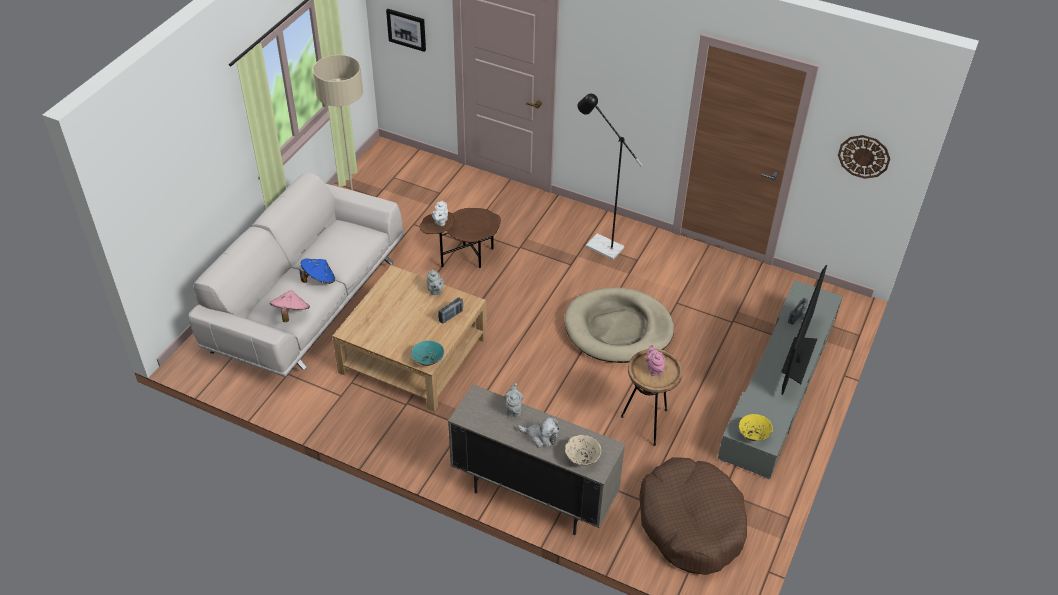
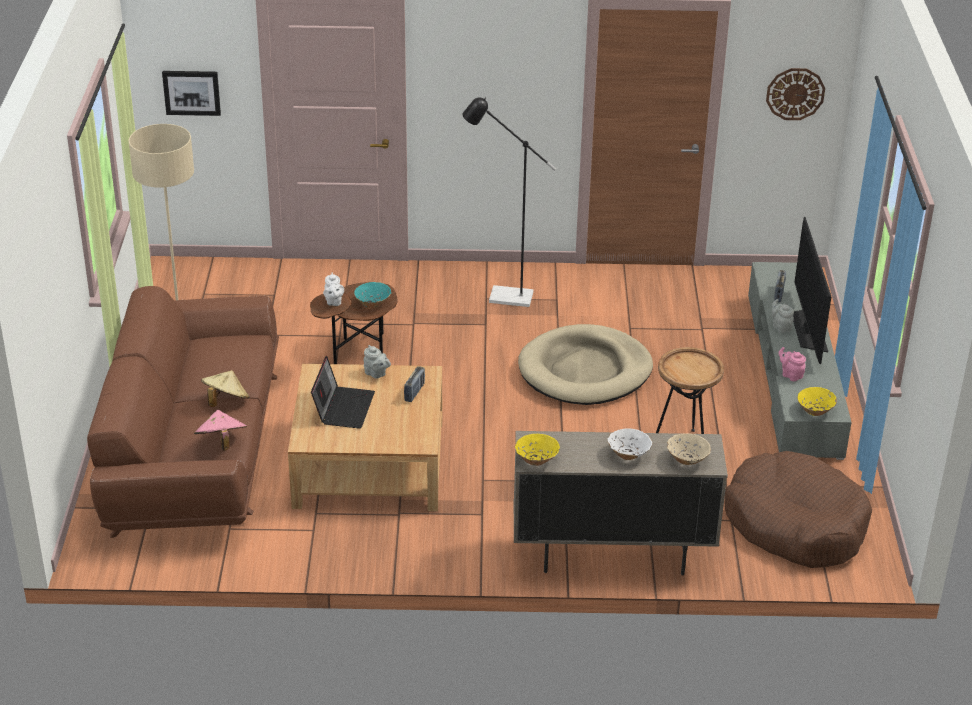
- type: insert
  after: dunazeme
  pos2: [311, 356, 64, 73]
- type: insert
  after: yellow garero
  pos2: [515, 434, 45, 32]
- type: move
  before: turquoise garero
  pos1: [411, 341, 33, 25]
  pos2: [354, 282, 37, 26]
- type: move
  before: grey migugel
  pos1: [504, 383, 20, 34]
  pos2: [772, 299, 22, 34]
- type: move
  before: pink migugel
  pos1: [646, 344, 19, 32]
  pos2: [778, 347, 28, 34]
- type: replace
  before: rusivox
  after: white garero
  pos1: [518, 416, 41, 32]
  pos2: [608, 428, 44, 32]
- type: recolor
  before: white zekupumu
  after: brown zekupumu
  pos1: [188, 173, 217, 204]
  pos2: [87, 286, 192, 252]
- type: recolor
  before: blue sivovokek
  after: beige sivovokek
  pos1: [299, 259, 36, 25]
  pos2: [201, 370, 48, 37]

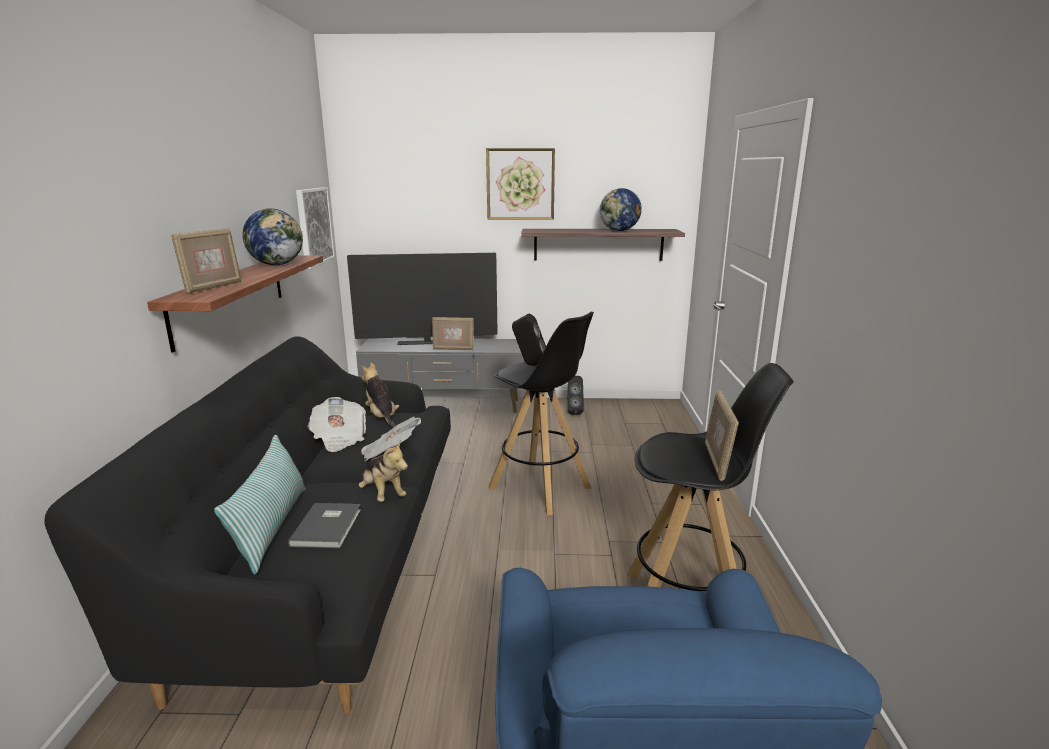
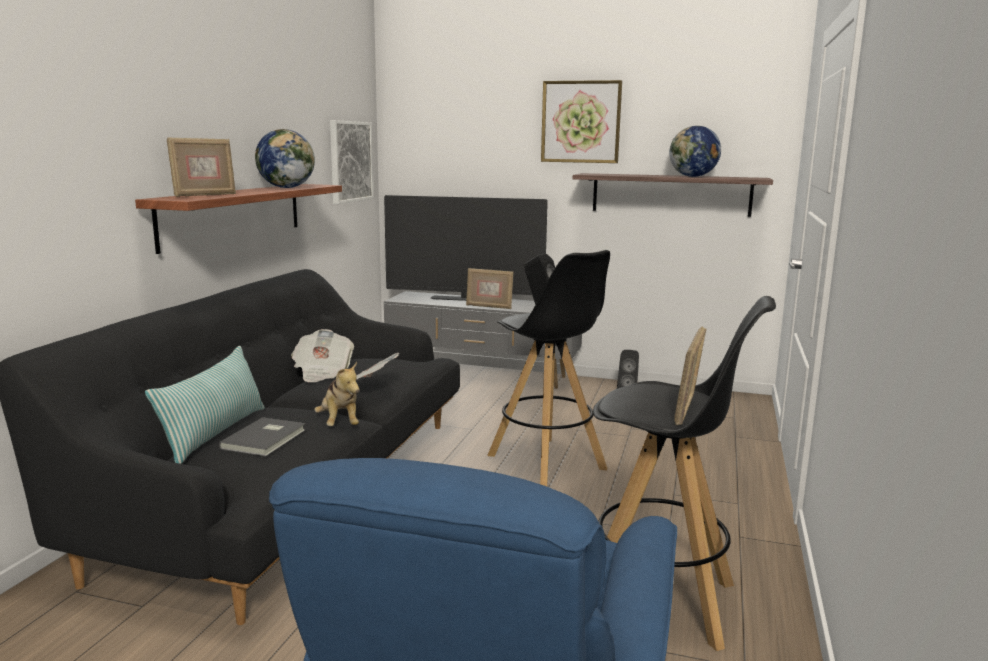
- type: delete
  before: rusivox
  pos1: [362, 363, 37, 65]

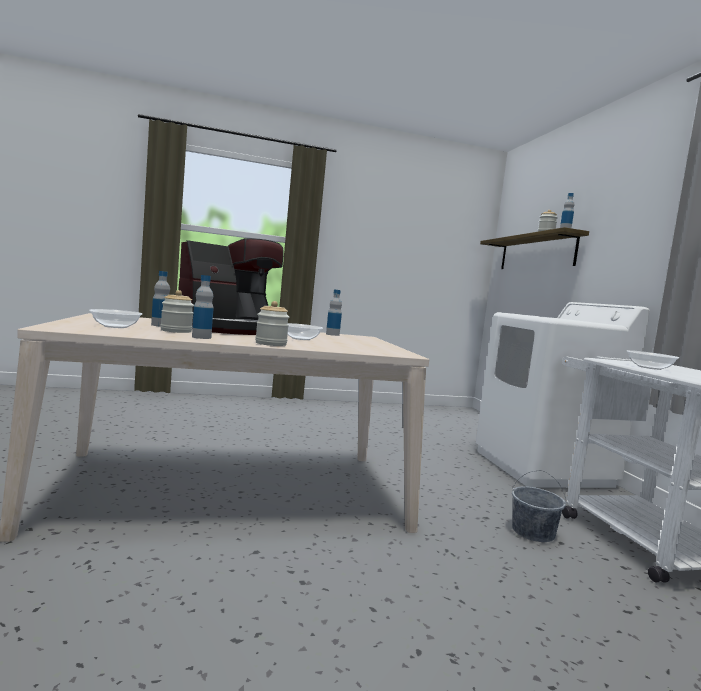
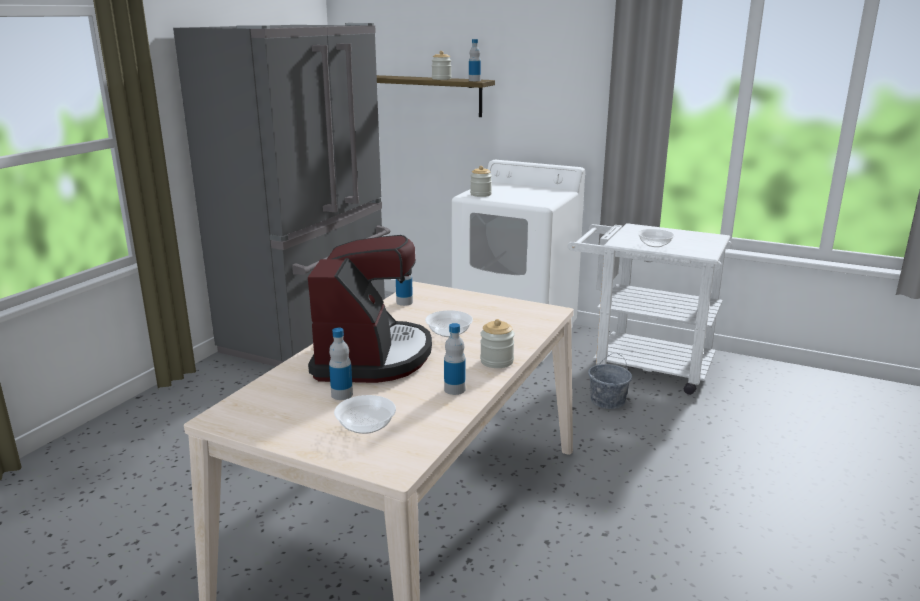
- type: insert
  after: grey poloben
  pos2: [173, 23, 217, 343]
- type: move
  before: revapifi
  pos1: [160, 290, 34, 43]
  pos2: [470, 166, 22, 31]

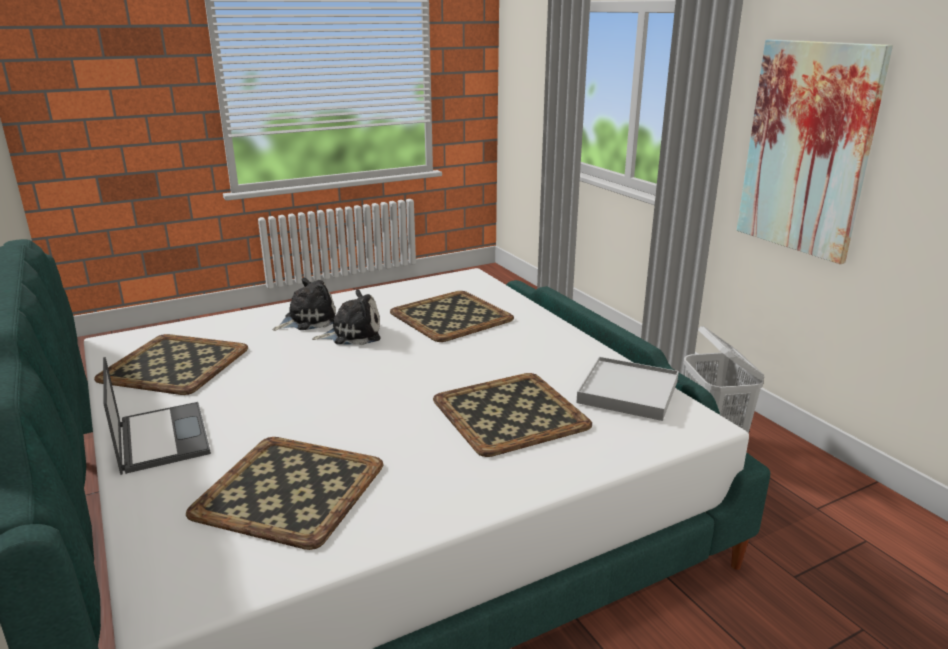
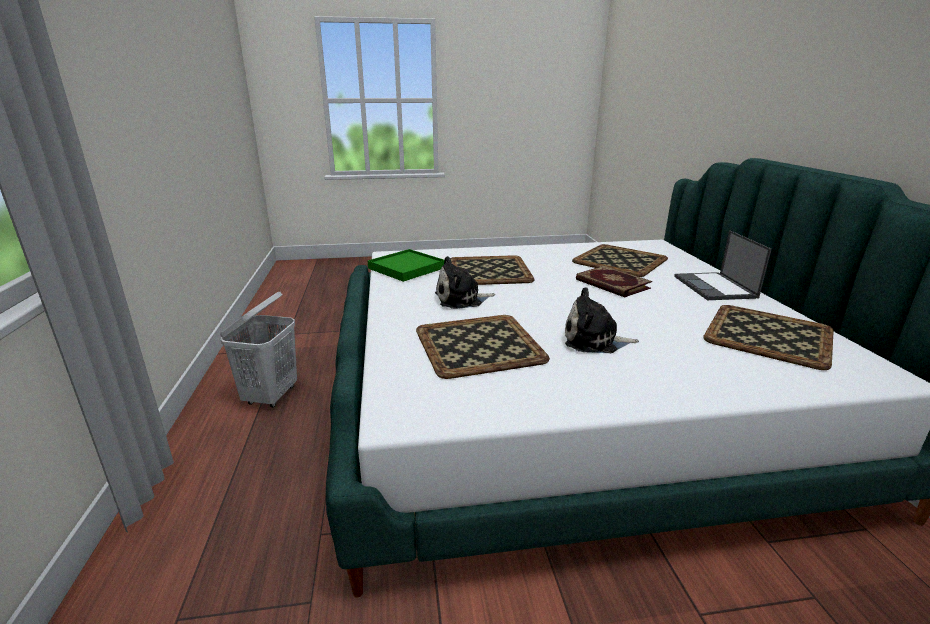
- type: delete
  before: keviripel
  pos1: [737, 39, 156, 225]
- type: insert
  after: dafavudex
  pos2: [576, 266, 76, 31]
- type: move
  before: rusivox
  pos1: [273, 278, 63, 53]
  pos2: [435, 256, 60, 53]
- type: recolor
  before: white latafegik
  after: green latafegik
  pos1: [576, 357, 103, 64]
  pos2: [368, 249, 76, 33]

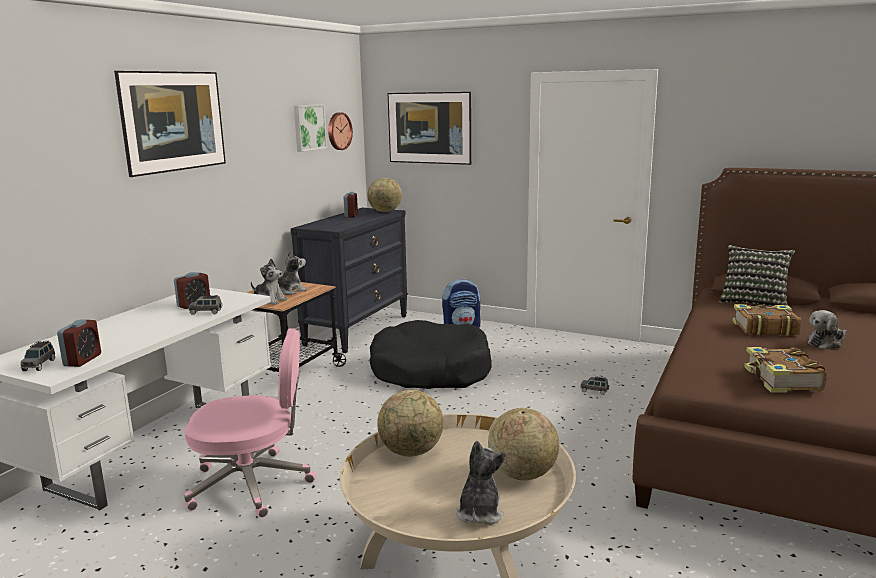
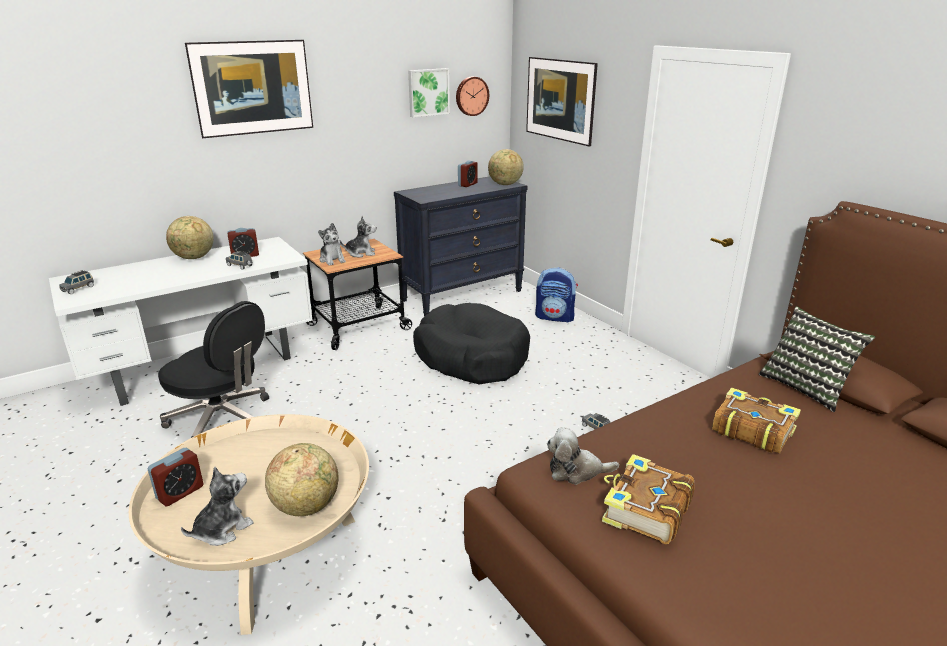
- type: move
  before: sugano
  pos1: [57, 320, 44, 47]
  pos2: [148, 448, 56, 58]
- type: move
  before: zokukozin
  pos1: [377, 390, 66, 67]
  pos2: [166, 216, 48, 43]
- type: move
  before: rusivox
  pos1: [808, 310, 39, 40]
  pos2: [547, 427, 72, 58]
- type: recolor
  before: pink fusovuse
  after: black fusovuse
  pos1: [184, 328, 132, 190]
  pos2: [158, 301, 111, 137]

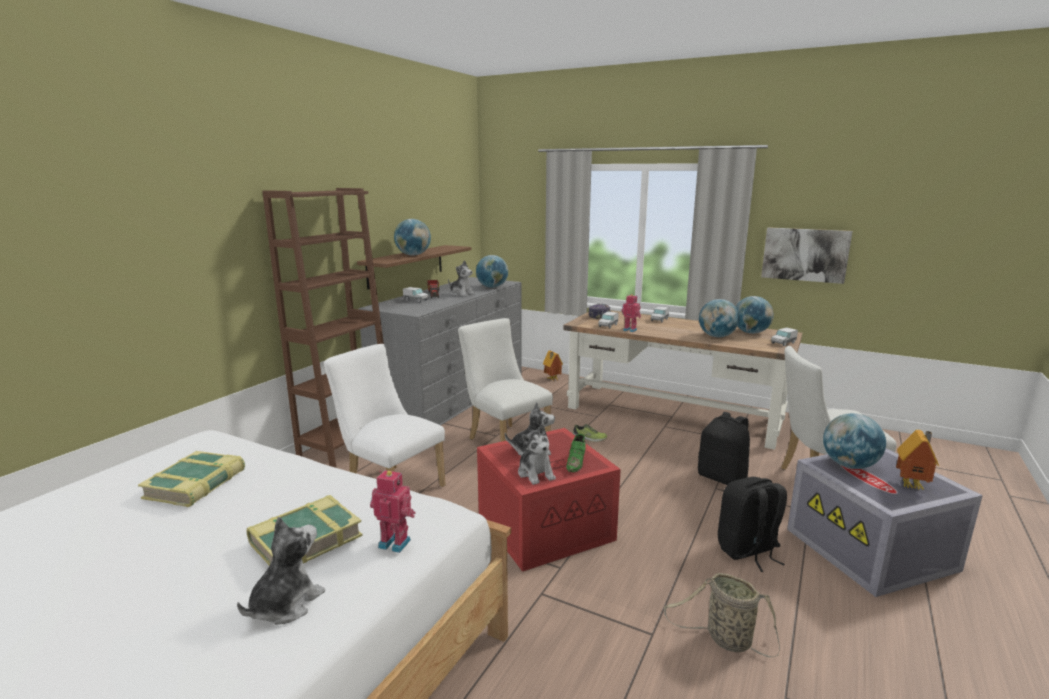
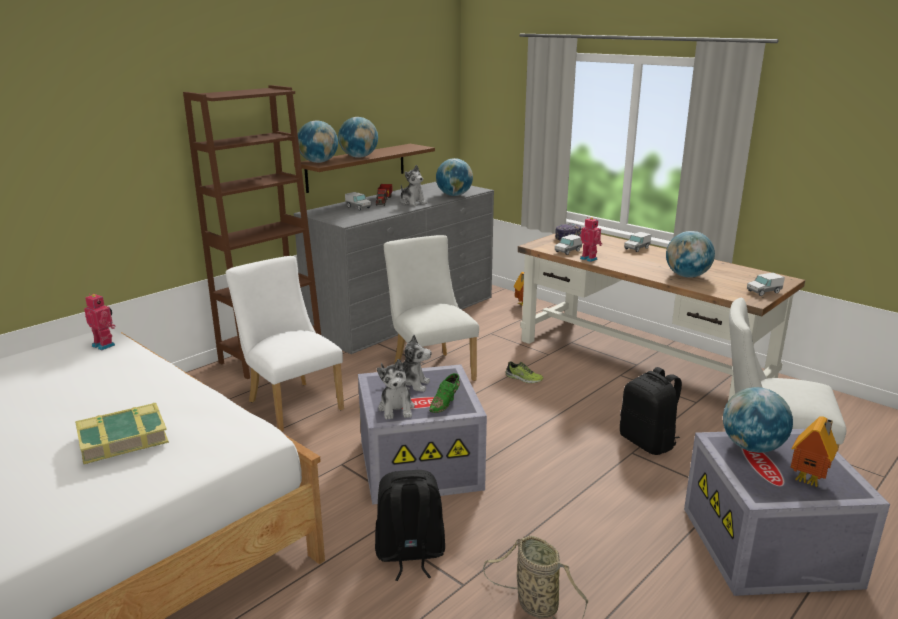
- type: delete
  before: dafavudex
  pos1: [138, 451, 107, 56]
- type: delete
  before: rusivox
  pos1: [237, 517, 88, 108]
- type: delete
  before: keviripel
  pos1: [761, 227, 92, 57]
- type: move
  before: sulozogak
  pos1: [370, 470, 46, 83]
  pos2: [84, 293, 32, 57]
- type: move
  before: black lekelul
  pos1: [718, 477, 69, 95]
  pos2: [375, 470, 70, 111]
- type: move
  before: zokukozin
  pos1: [736, 296, 38, 38]
  pos2: [298, 121, 40, 42]
- type: recolor
  before: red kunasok
  after: grey kunasok
  pos1: [477, 428, 144, 144]
  pos2: [358, 364, 129, 141]

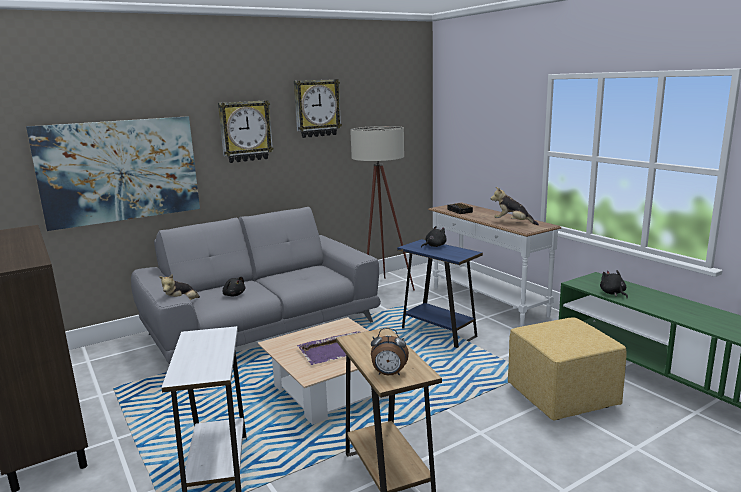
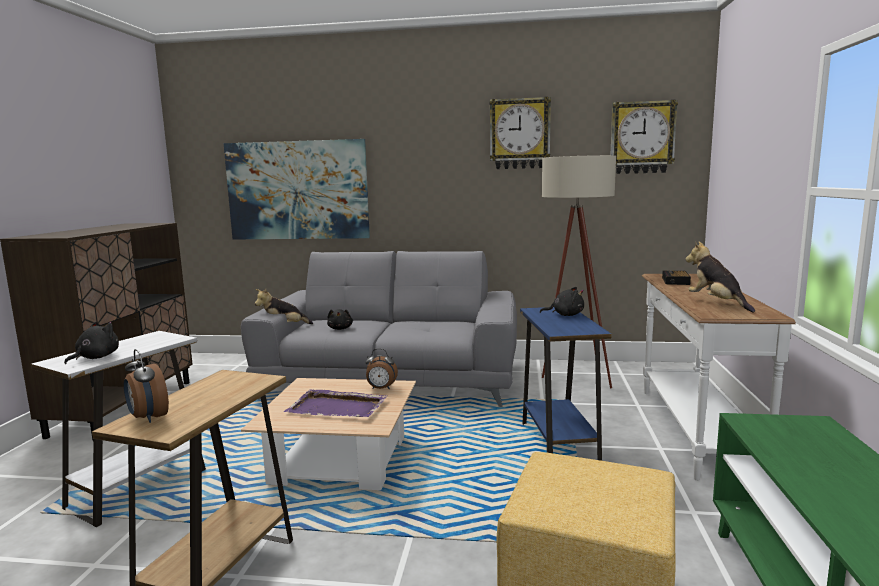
- type: insert
  after: sugano
  pos2: [365, 348, 33, 42]
- type: move
  before: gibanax
  pos1: [218, 100, 56, 63]
  pos2: [611, 100, 67, 74]
- type: move
  before: black rusivox
  pos1: [600, 270, 28, 28]
  pos2: [64, 321, 55, 43]

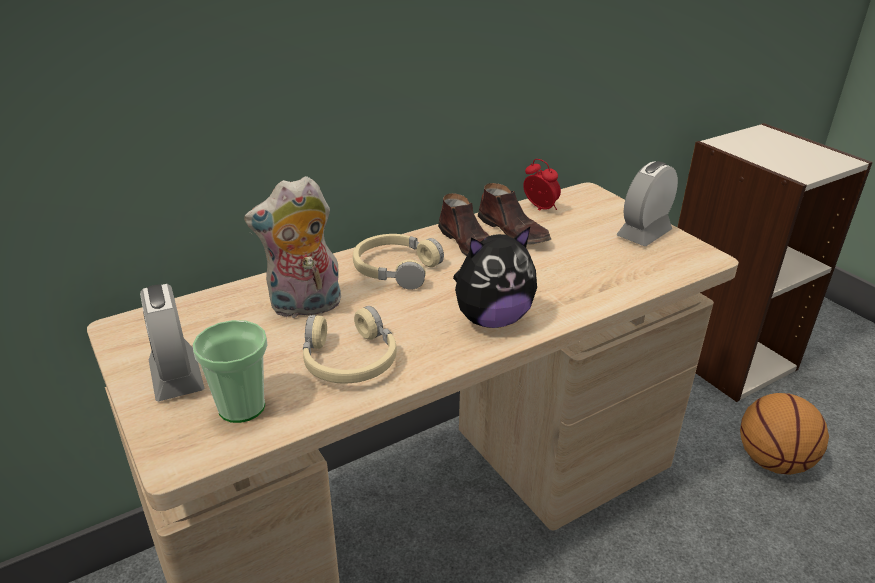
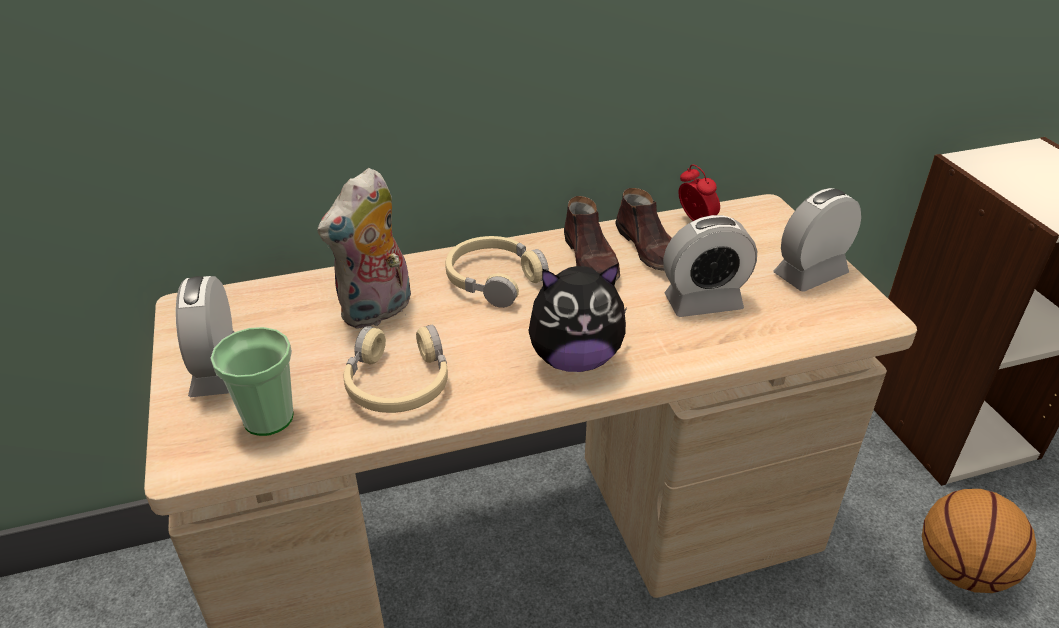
- type: insert
  after: sugano
  pos2: [663, 215, 94, 102]
- type: rotate
  before: rusivox
  pos1: [244, 176, 97, 142]
  pos2: [317, 168, 94, 161]
  turn: -45

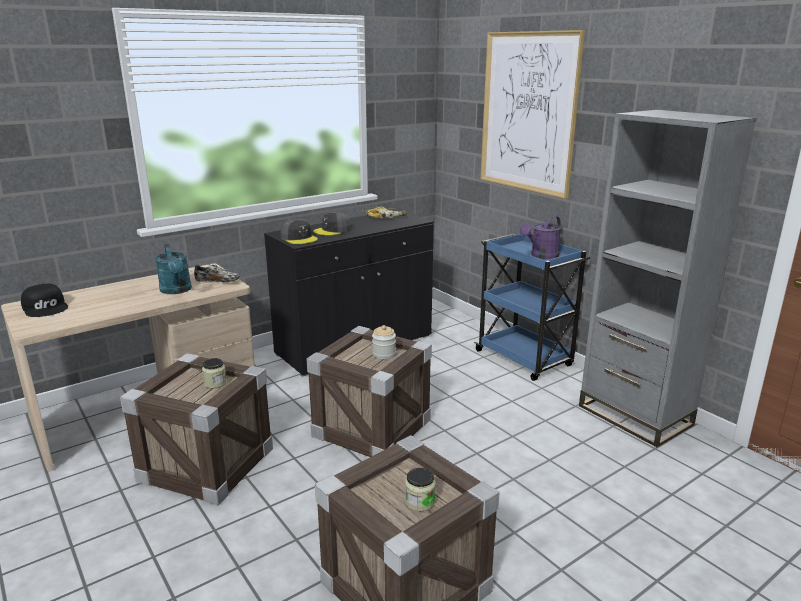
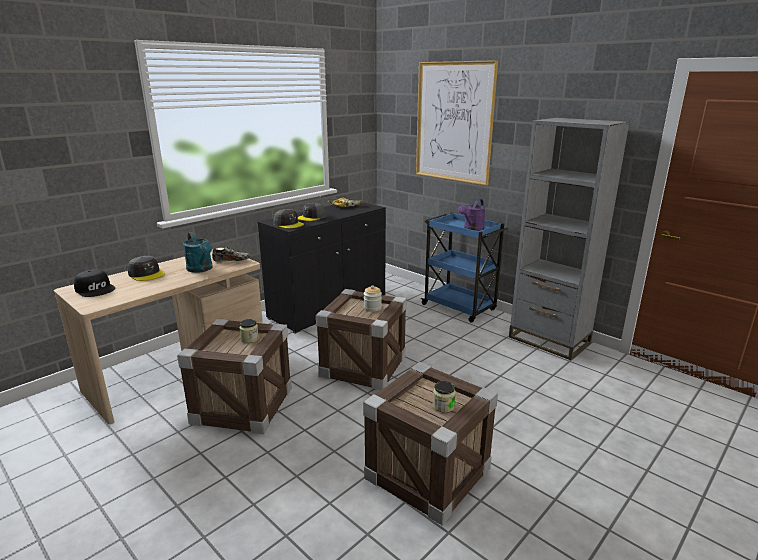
- type: insert
  after: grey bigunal
  pos2: [128, 256, 37, 25]

